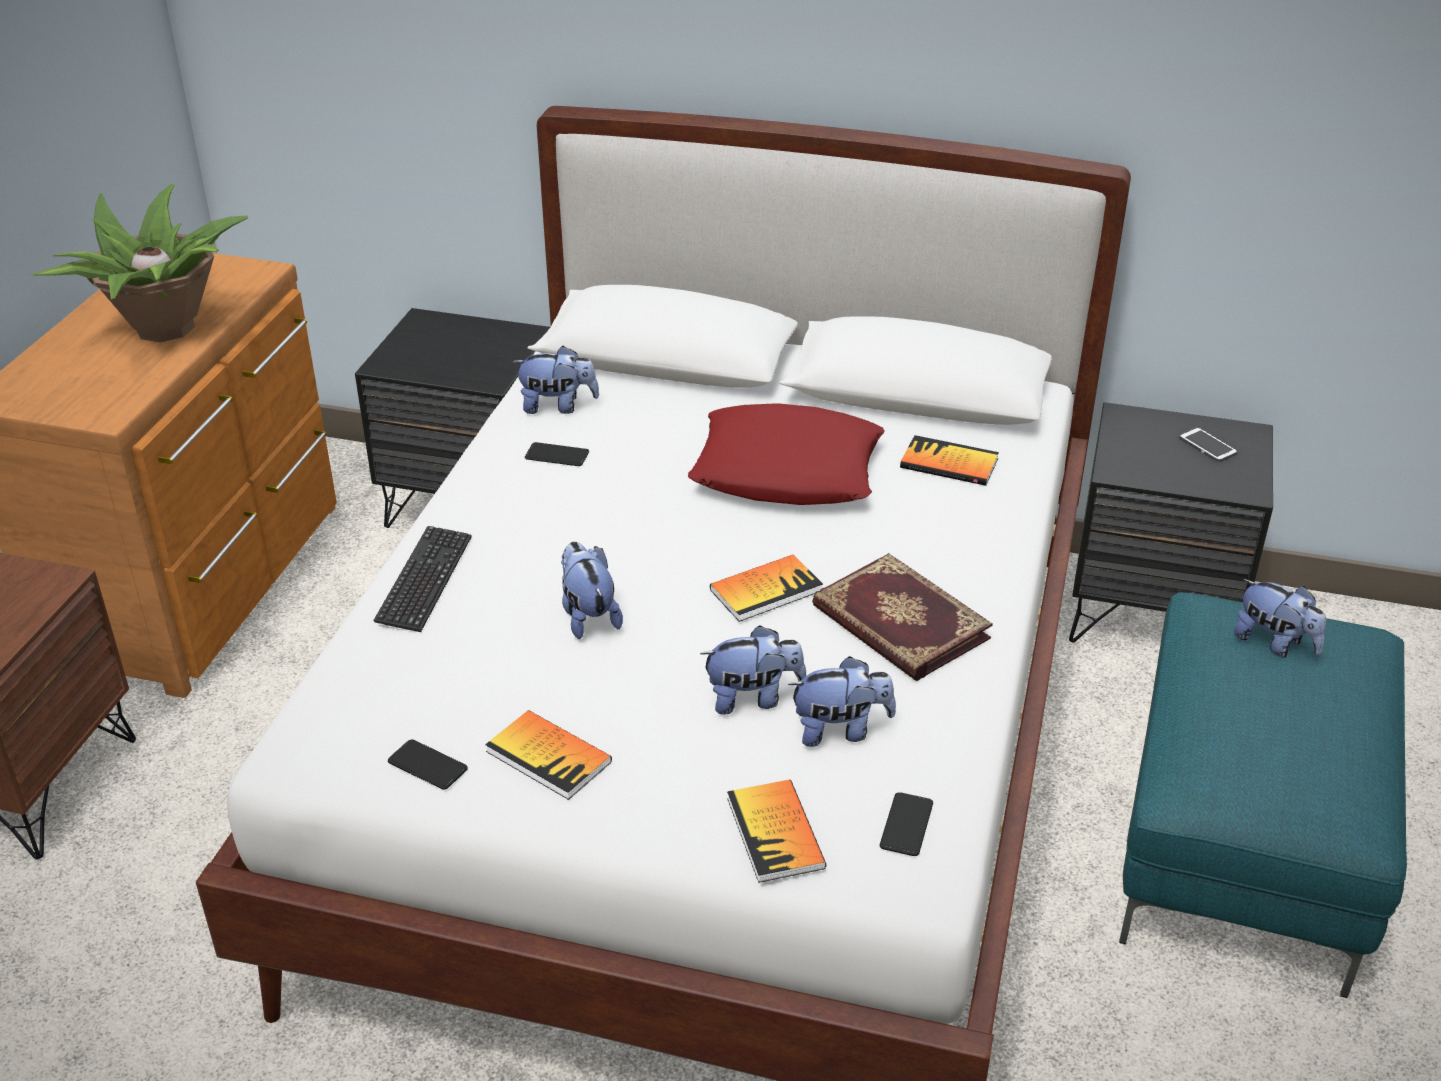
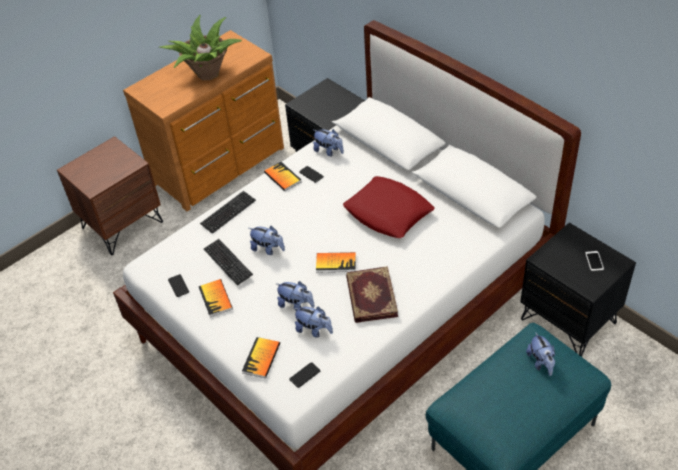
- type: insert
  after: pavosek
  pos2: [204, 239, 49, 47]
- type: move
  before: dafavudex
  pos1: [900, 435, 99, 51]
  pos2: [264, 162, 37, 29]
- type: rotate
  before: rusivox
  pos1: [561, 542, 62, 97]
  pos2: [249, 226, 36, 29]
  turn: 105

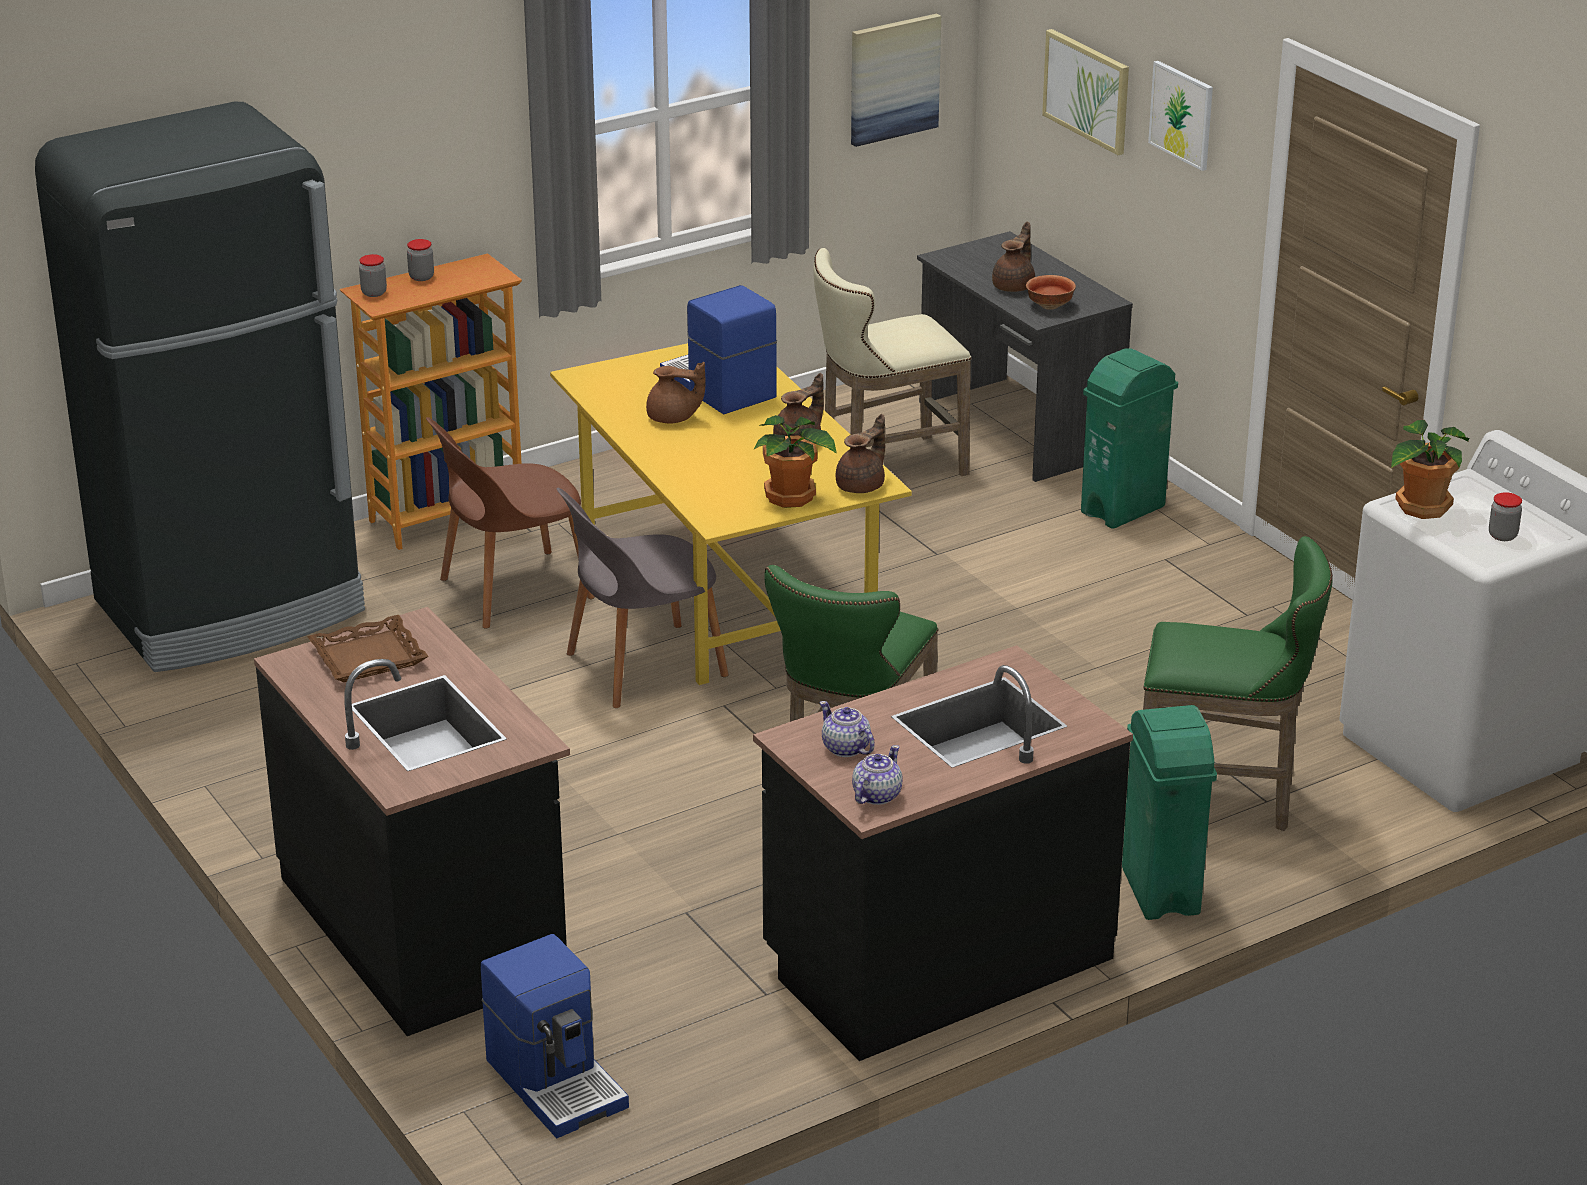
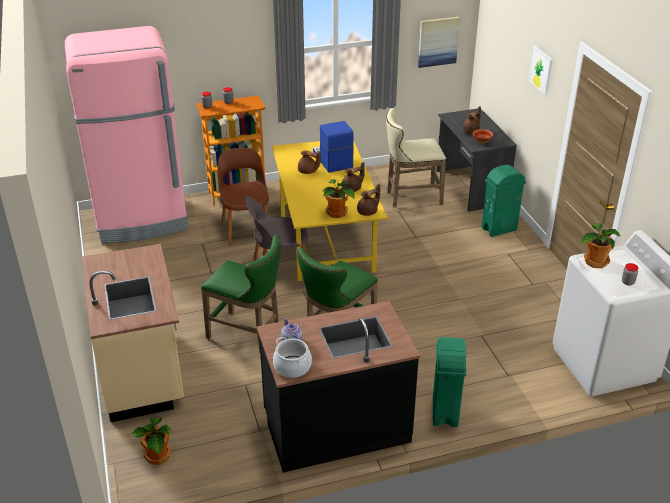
- type: delete
  before: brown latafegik
  pos1: [307, 615, 122, 67]
- type: delete
  before: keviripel
  pos1: [1042, 29, 87, 126]
- type: move
  before: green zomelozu
  pos1: [1143, 536, 190, 295]
  pos2: [201, 235, 80, 117]
- type: replace
  before: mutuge
  after: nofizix
  pos1: [481, 934, 148, 204]
  pos2: [131, 418, 40, 47]
- type: replace
  before: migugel
  after: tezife
  pos1: [852, 745, 51, 60]
  pos2: [273, 337, 39, 41]
- type: recolor
  before: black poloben
  after: pink poloben
  pos1: [35, 102, 330, 570]
  pos2: [65, 26, 124, 217]
- type: recolor
  before: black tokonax
  after: beige tokonax
  pos1: [254, 607, 316, 429]
  pos2: [82, 244, 102, 178]
- type: rotate
  before: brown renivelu
  pos1: [426, 417, 169, 212]
  pos2: [218, 148, 51, 98]
  turn: 90

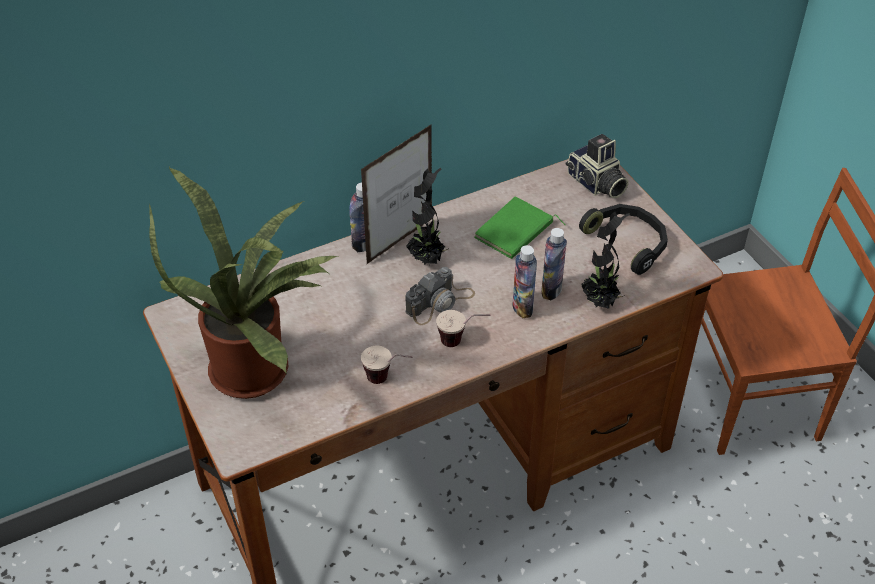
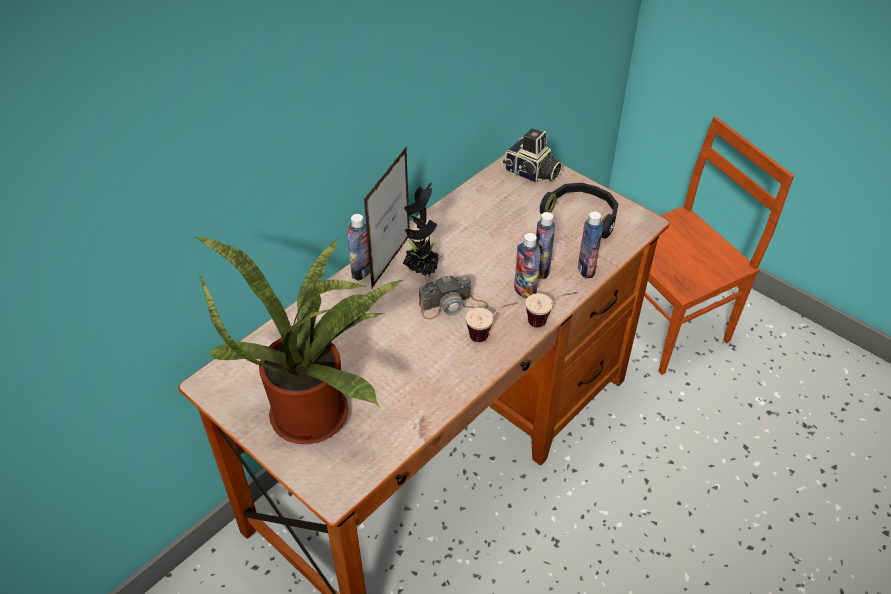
- type: delete
  before: green dafavudex
  pos1: [474, 197, 92, 62]
- type: move
  before: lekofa
  pos1: [361, 346, 52, 38]
  pos2: [525, 292, 53, 35]
- type: replace
  before: nofizix
  after: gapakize
  pos1: [581, 212, 49, 97]
  pos2: [578, 211, 25, 67]
- type: rotate
  before: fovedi
  pos1: [405, 267, 70, 58]
  pos2: [419, 275, 69, 44]
  turn: 45

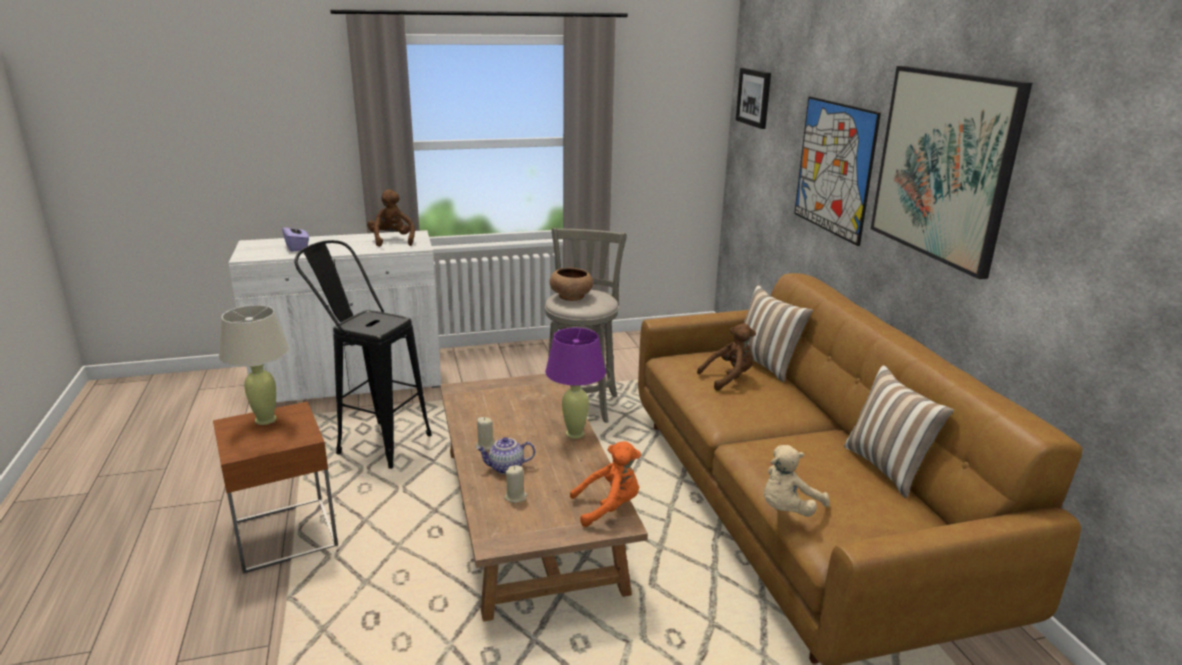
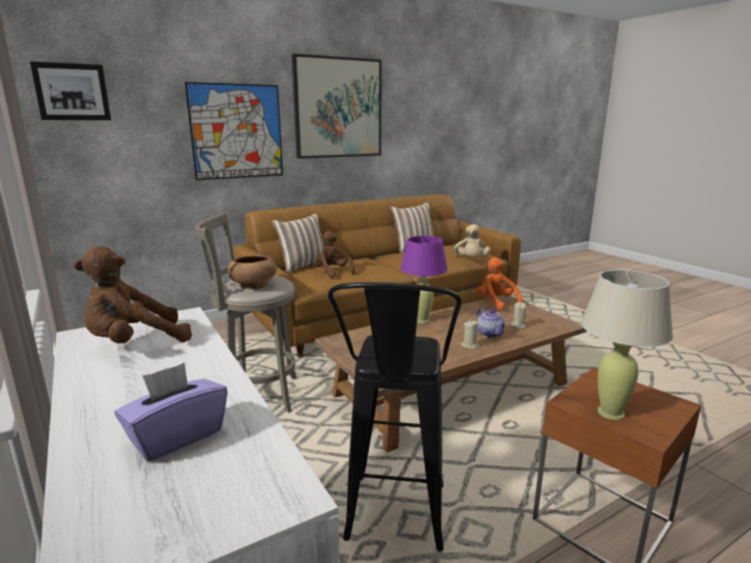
- type: rotate
  before: beige rusivox
  pos1: [764, 445, 66, 72]
  pos2: [454, 224, 36, 33]
  turn: 60

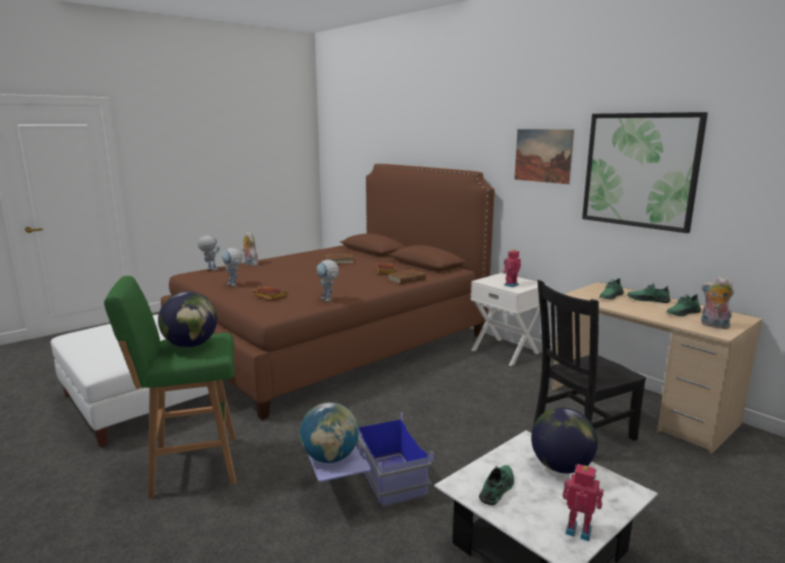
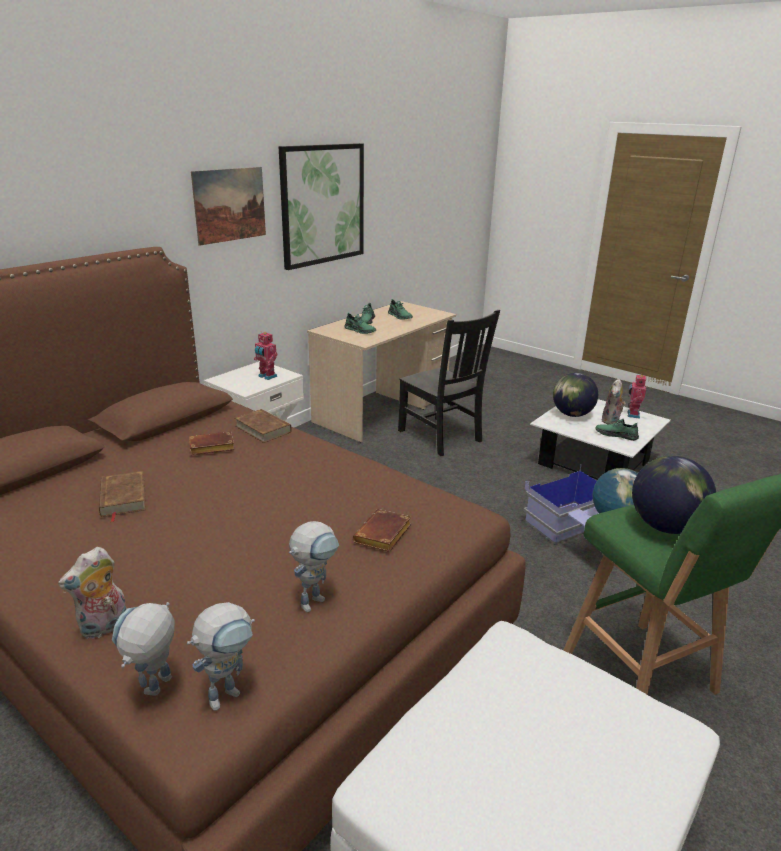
- type: move
  before: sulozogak
  pos1: [317, 260, 22, 42]
  pos2: [187, 602, 68, 109]
- type: move
  before: rusivox
  pos1: [701, 277, 33, 52]
  pos2: [601, 379, 25, 45]

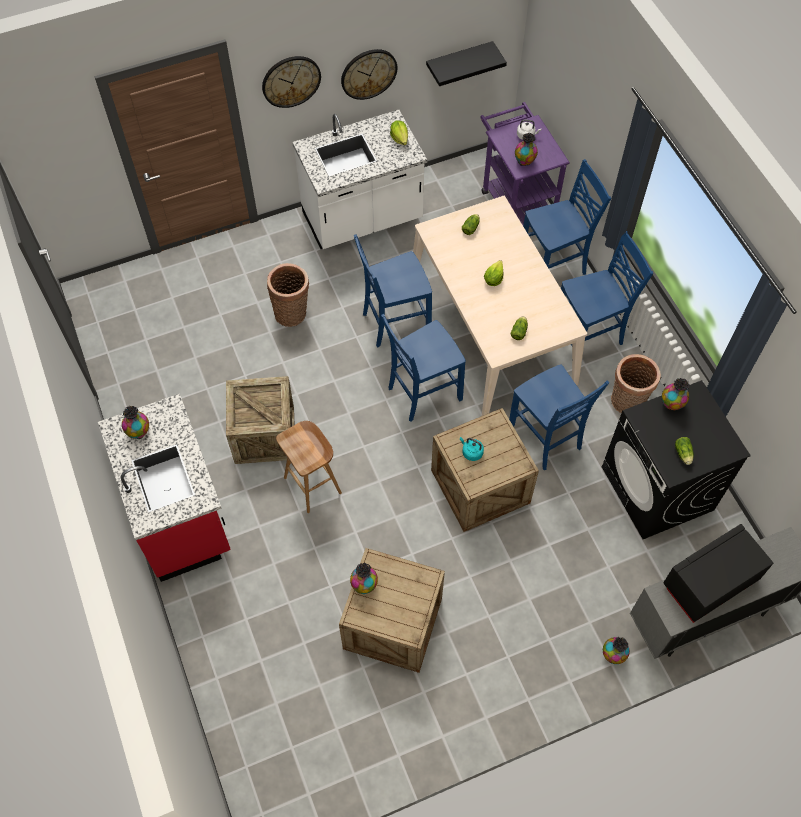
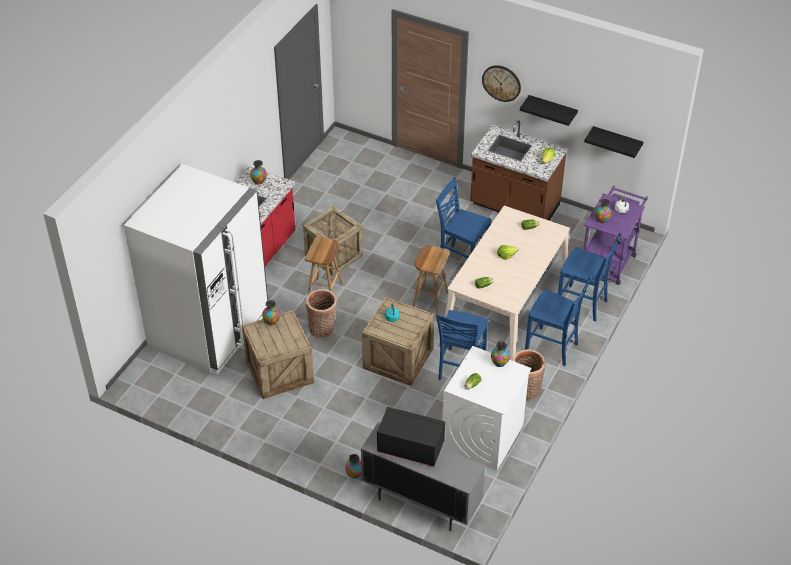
- type: insert
  after: white poloben
  pos2: [124, 164, 144, 210]
- type: move
  before: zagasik
  pos1: [267, 263, 42, 64]
  pos2: [306, 289, 31, 49]
- type: replace
  before: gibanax
  after: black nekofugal
  pos1: [341, 49, 56, 51]
  pos2: [520, 95, 58, 31]
- type: replace
  before: blue renivelu
  after: brown zomelozu
  pos1: [381, 314, 85, 108]
  pos2: [413, 245, 37, 69]
- type: recolor
  before: white tokonax
  after: brown tokonax
  pos1: [292, 110, 135, 139]
  pos2: [470, 120, 97, 101]
- type: recolor
  before: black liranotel
  after: white liranotel
  pos1: [602, 380, 149, 159]
  pos2: [442, 346, 89, 125]

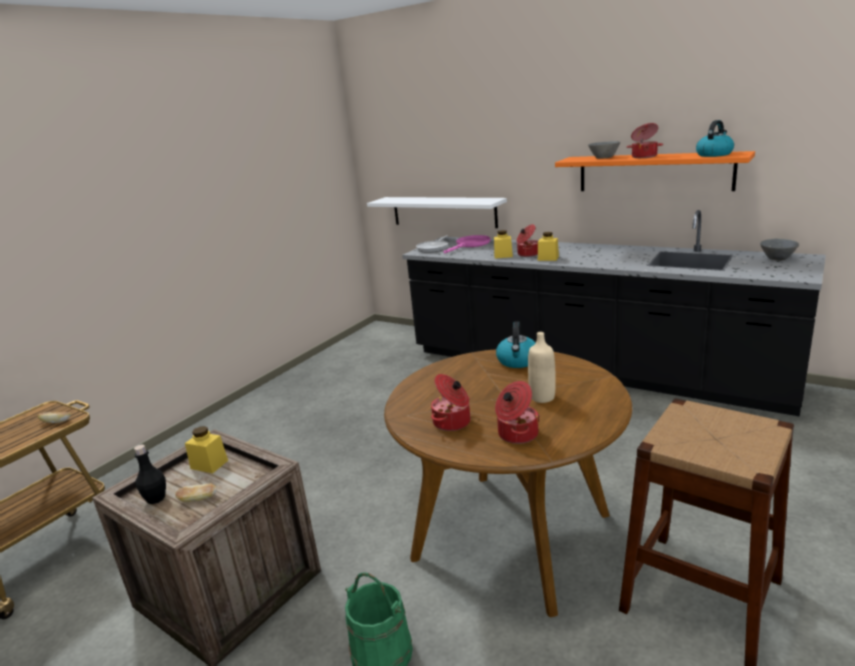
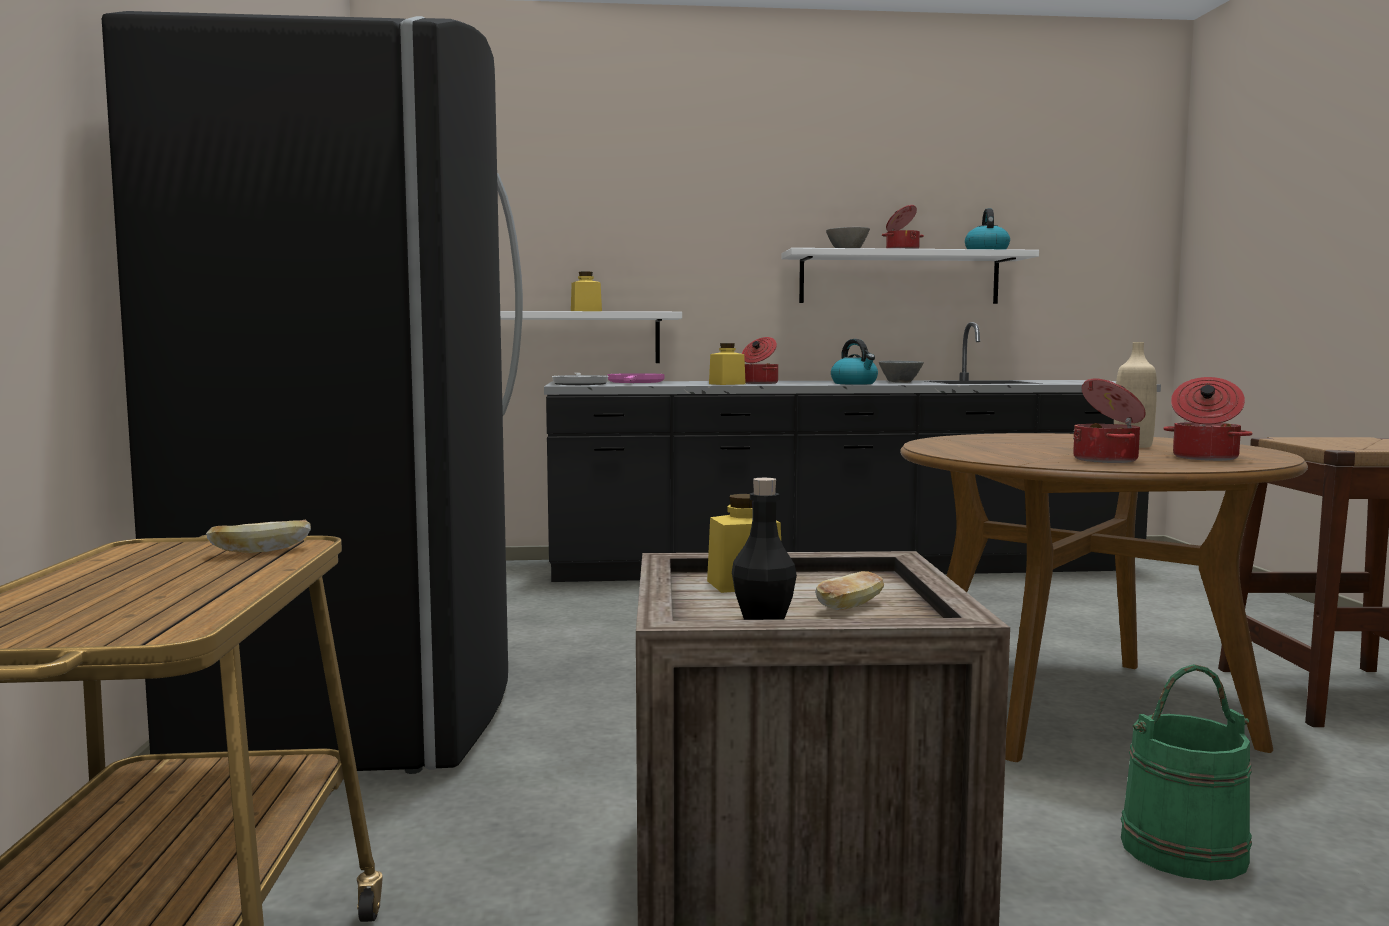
- type: insert
  after: black poloben
  pos2: [102, 11, 421, 763]
- type: move
  before: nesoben
  pos1: [496, 321, 40, 47]
  pos2: [831, 339, 47, 46]
- type: move
  before: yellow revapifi
  pos1: [538, 232, 21, 29]
  pos2: [571, 272, 31, 39]
- type: move
  before: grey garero
  pos1: [760, 239, 39, 22]
  pos2: [879, 360, 45, 23]
- type: recolor
  before: orange nekofugal
  after: white nekofugal
  pos1: [555, 151, 200, 40]
  pos2: [782, 248, 257, 56]

